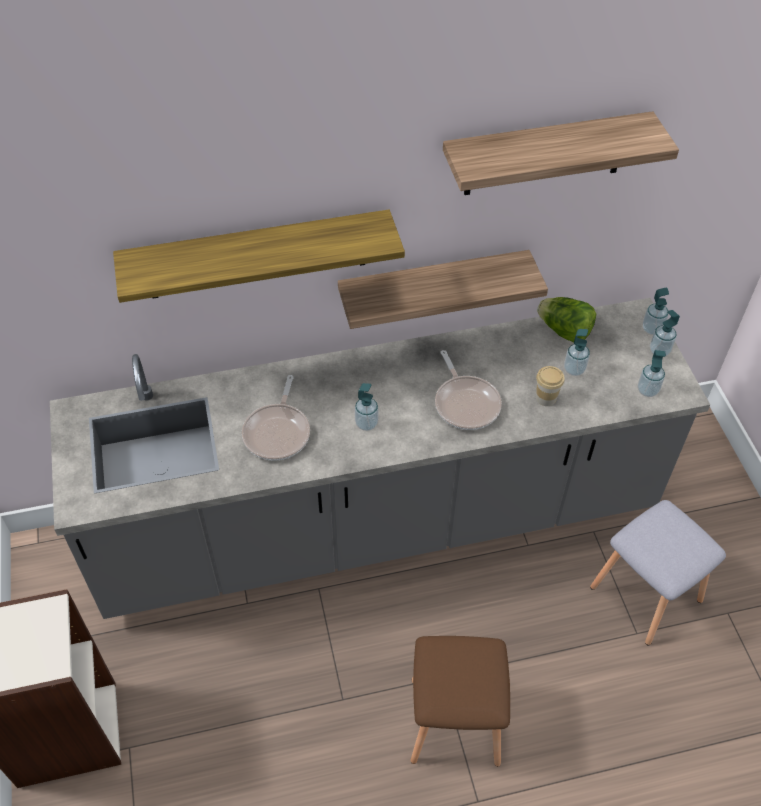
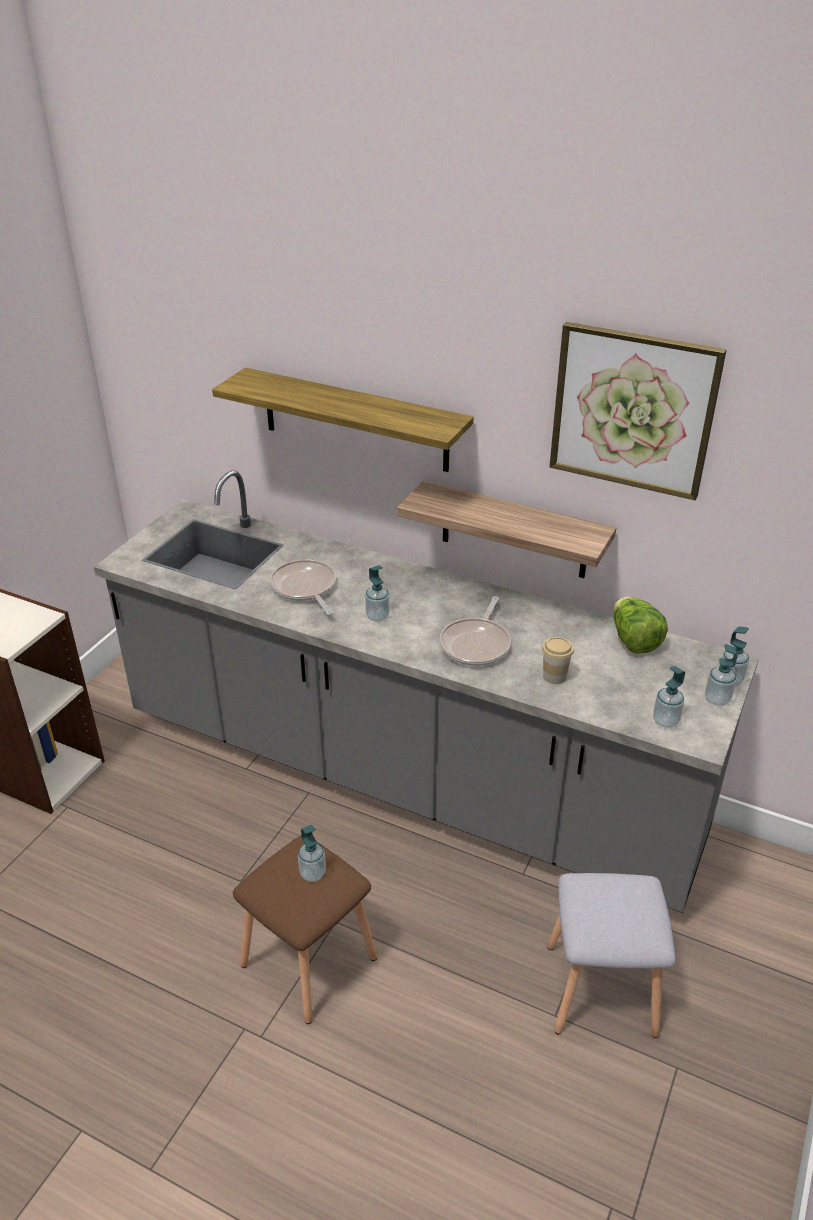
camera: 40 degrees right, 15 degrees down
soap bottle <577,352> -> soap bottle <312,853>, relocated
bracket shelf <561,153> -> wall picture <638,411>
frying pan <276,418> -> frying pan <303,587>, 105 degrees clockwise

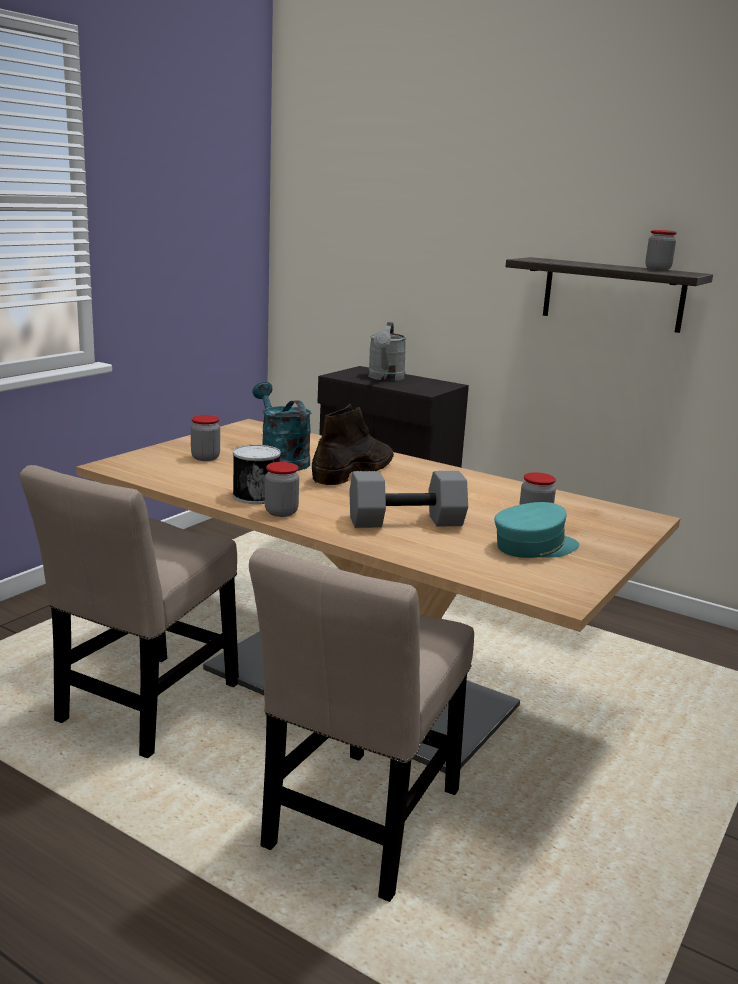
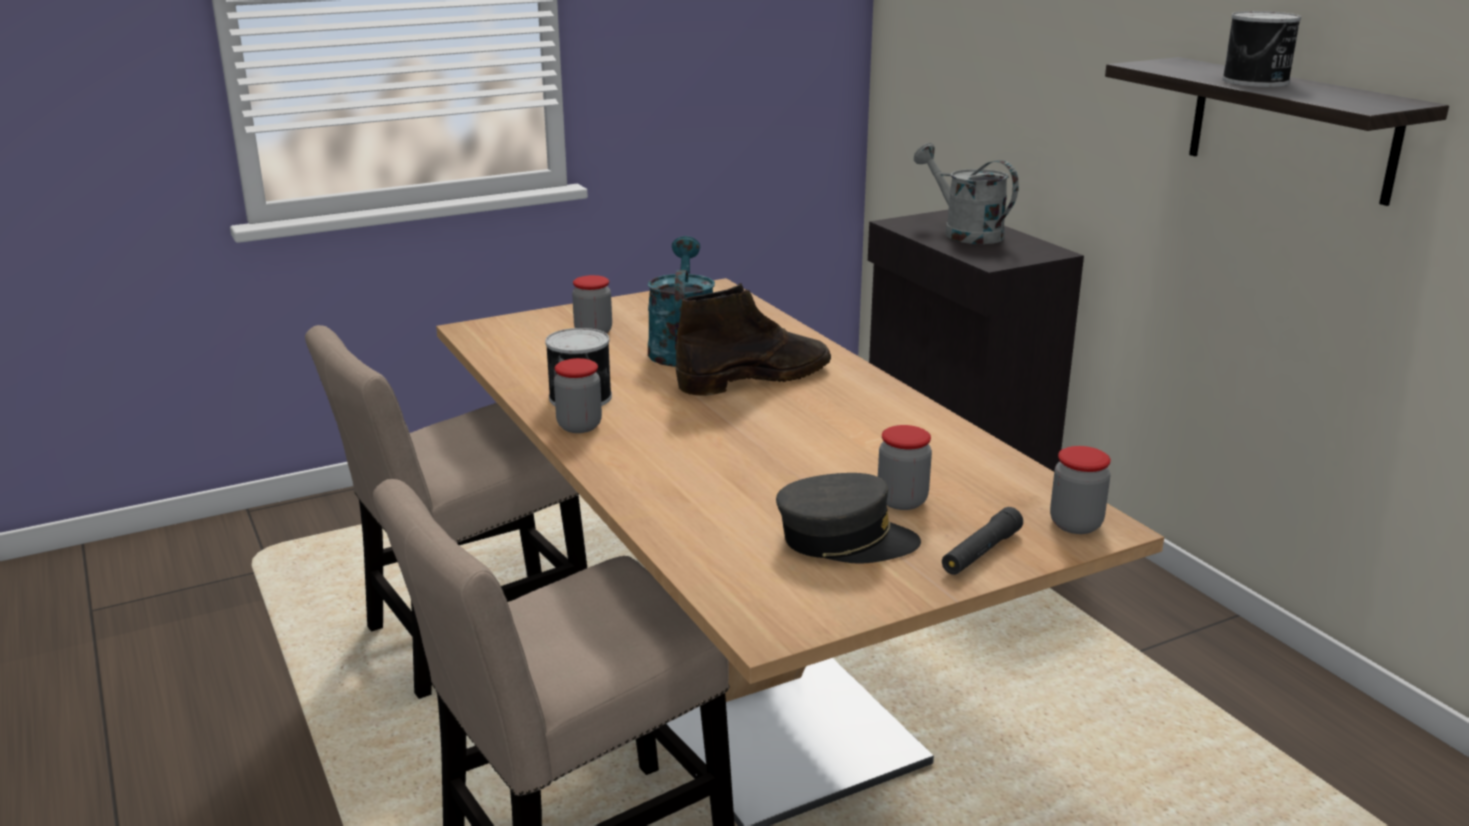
camera: 30 degrees right, 5 degrees up
free weight (gray) <408,499> -> none
none -> torch (black-coloured) <982,541>
none -> can <1261,49>
storage jar <660,250> -> storage jar <1080,490>, relocated
cap (blue-green) <536,530> -> cap (gray) <848,518>
watering can (gray) <387,351> -> watering can (gray) <966,193>, 105 degrees clockwise

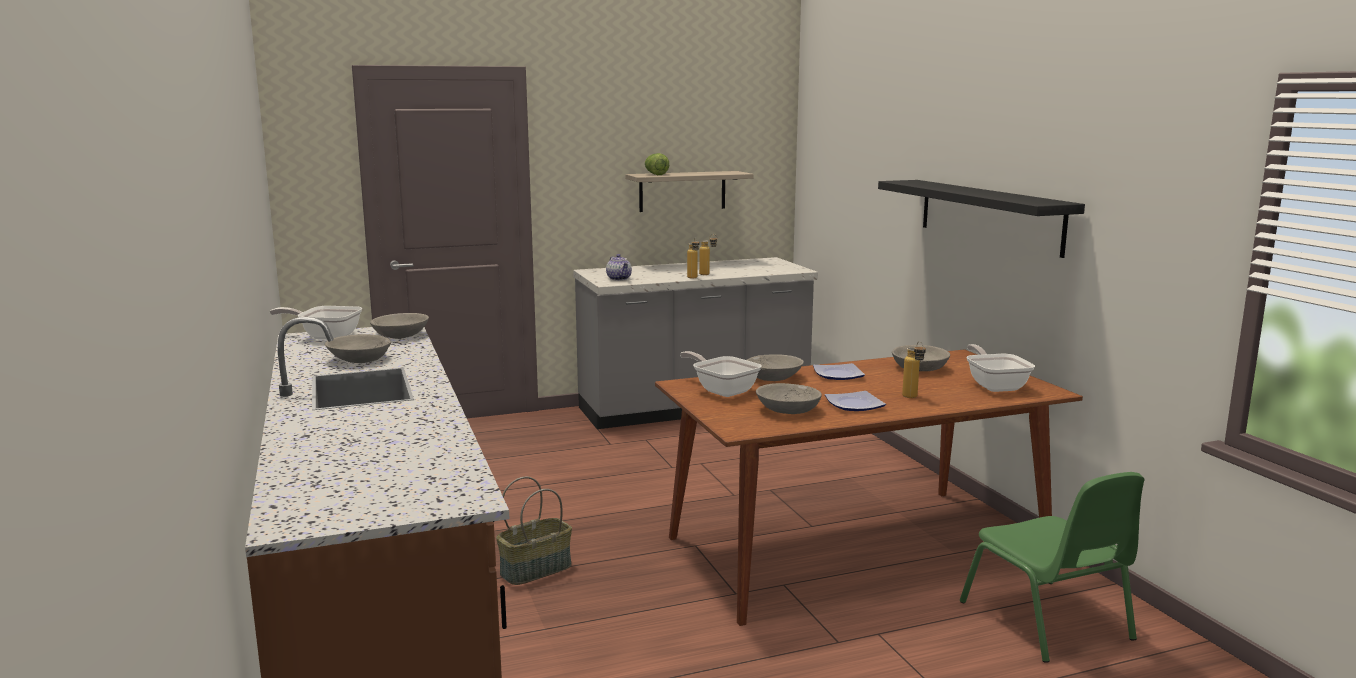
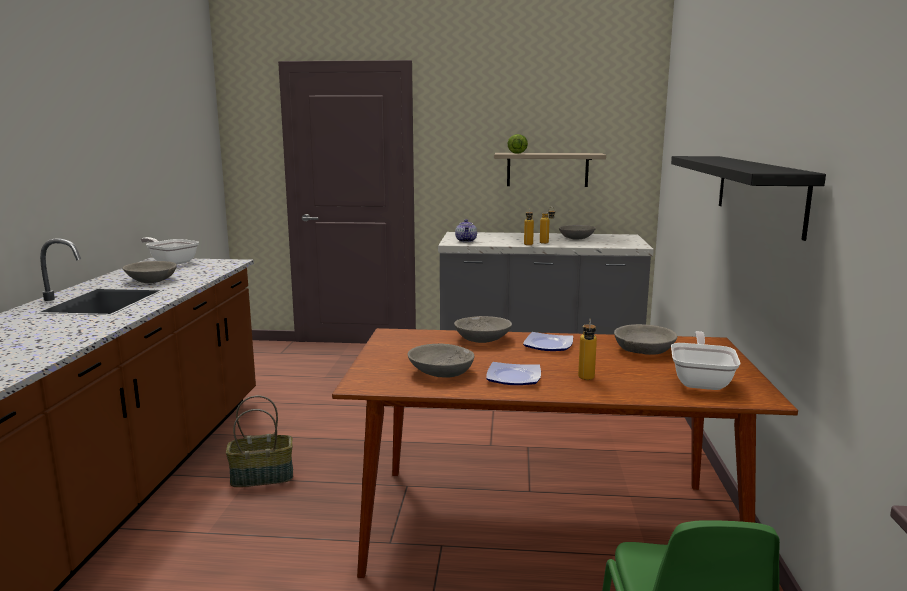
camera: 25 degrees right, 0 degrees up
frying pan <721,374> -> none
bowl (gray) <399,326> -> bowl (gray) <577,232>, relocated

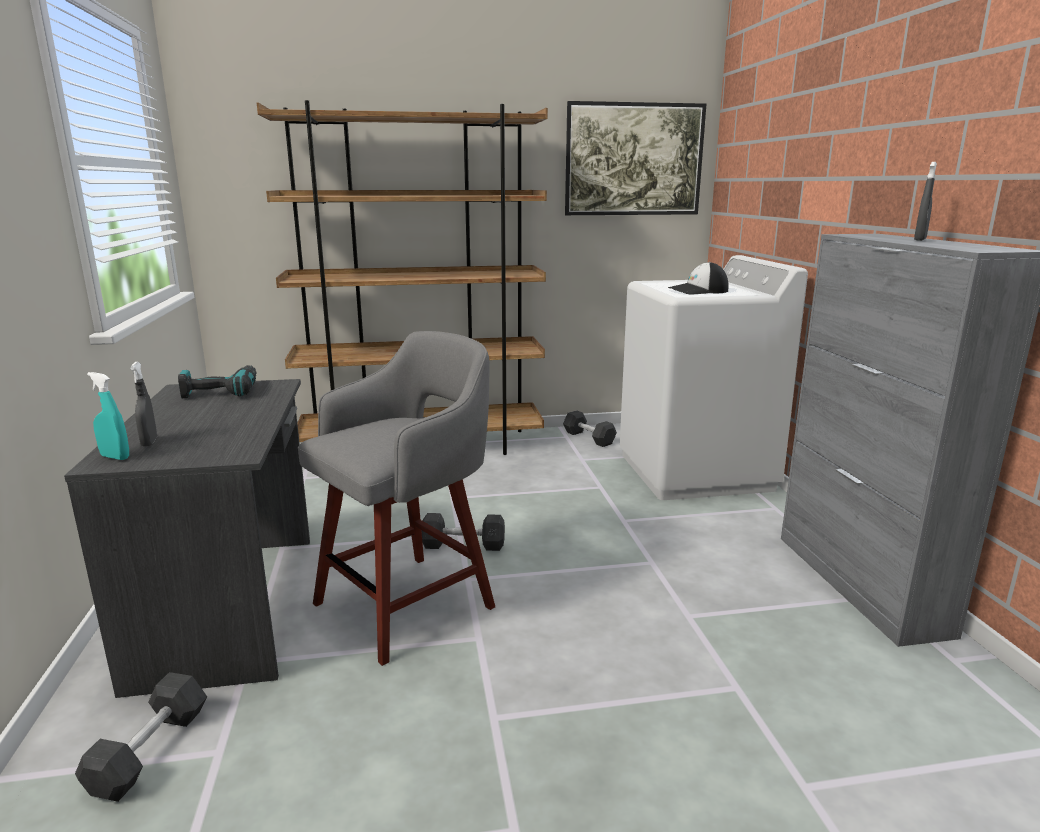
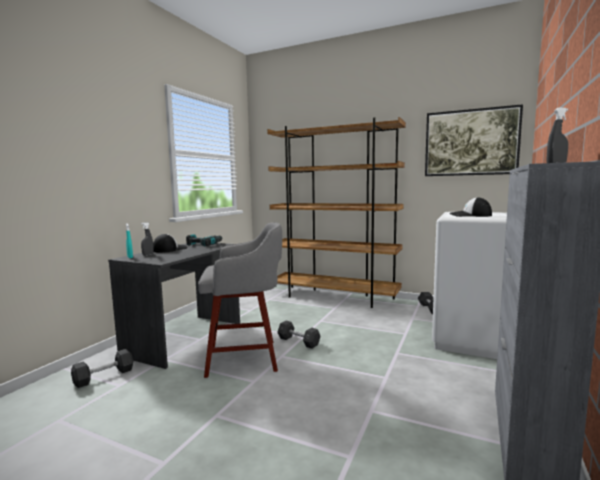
camera: 35 degrees right, 10 degrees down
none -> cap <170,243>

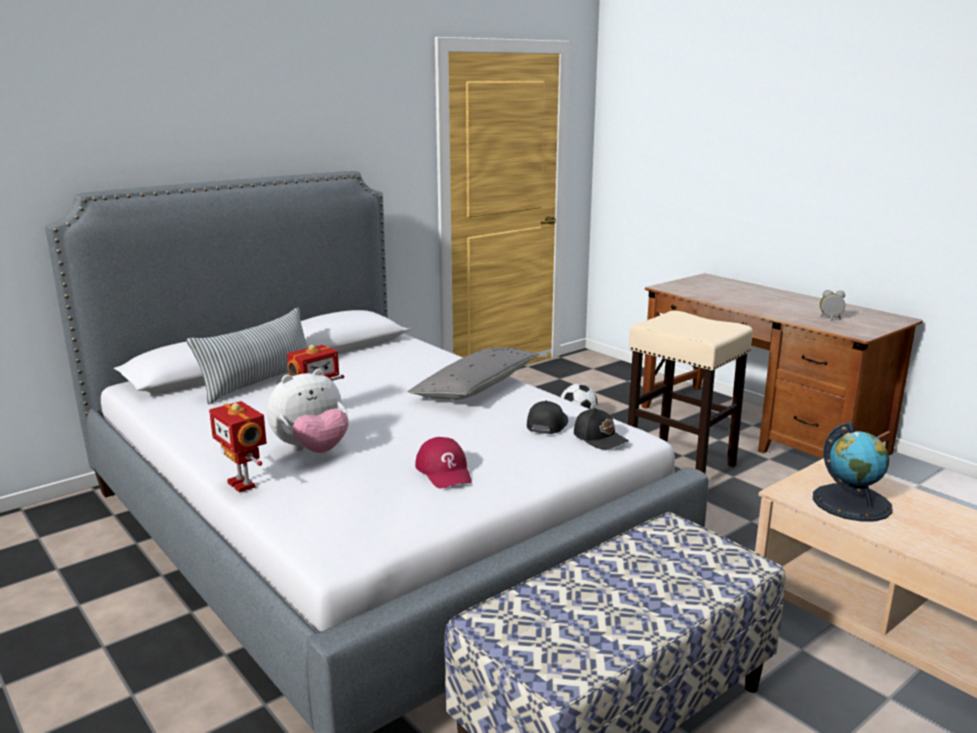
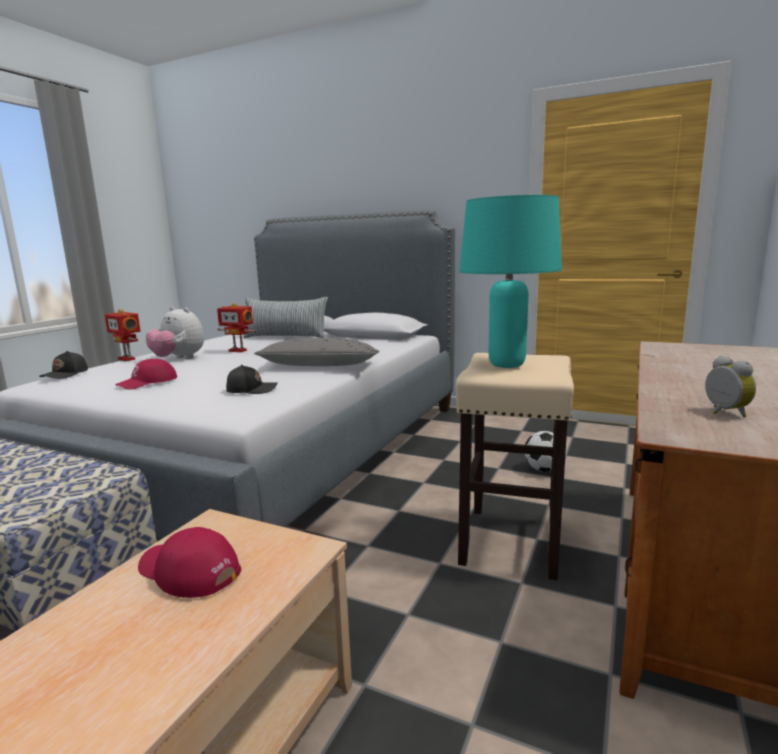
camera: 65 degrees right, 5 degrees down
none -> lamp for a table (blue-green) <510,281>
cap (black-coloured) <601,428> -> cap (black-coloured) <63,365>, relocated
desk globe <853,471> -> cap (reddish) <189,562>
toy robot <238,447> -> toy robot <122,335>, 75 degrees counterclockwise

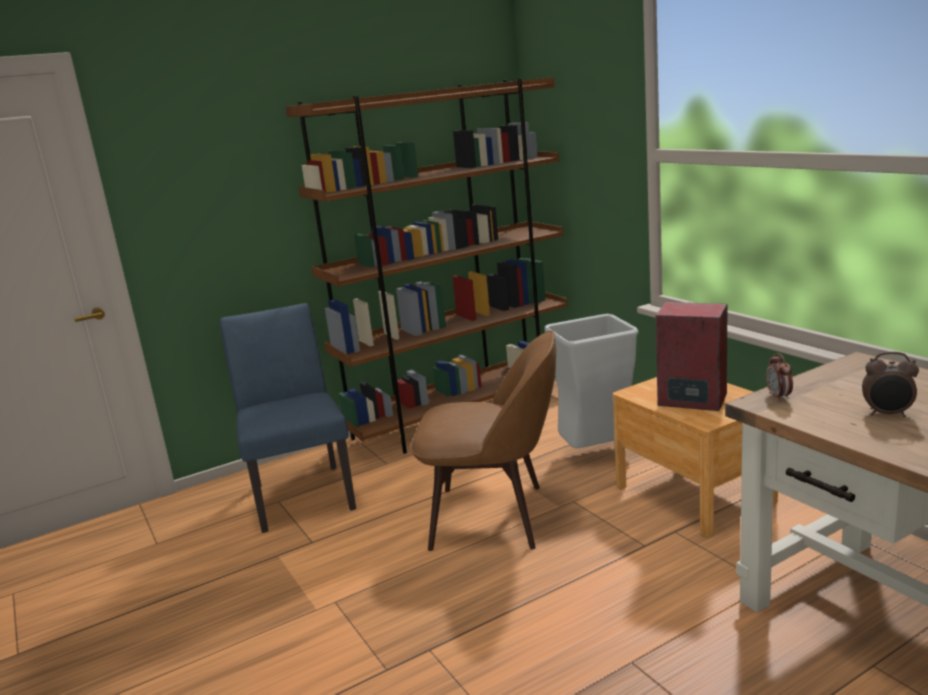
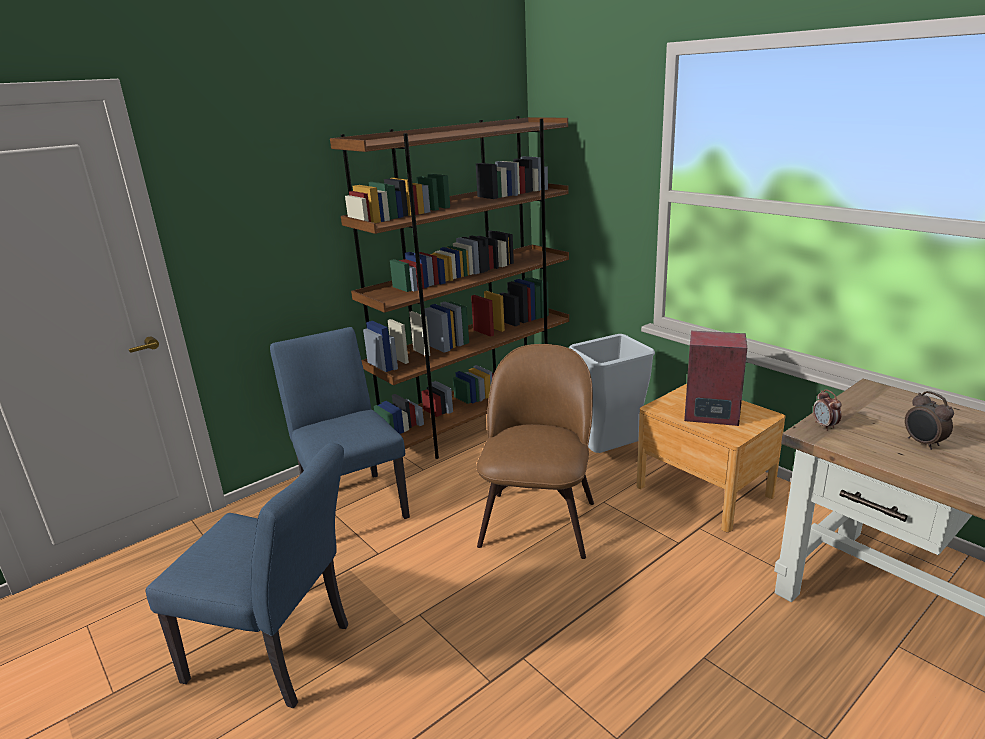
camera: 10 degrees left, 5 degrees up
none -> upright chair (blue) <246,575>
upright chair (brownish) <483,441> -> upright chair (brownish) <535,451>, 75 degrees counterclockwise
alarm clock <890,384> -> alarm clock <929,420>, 60 degrees clockwise

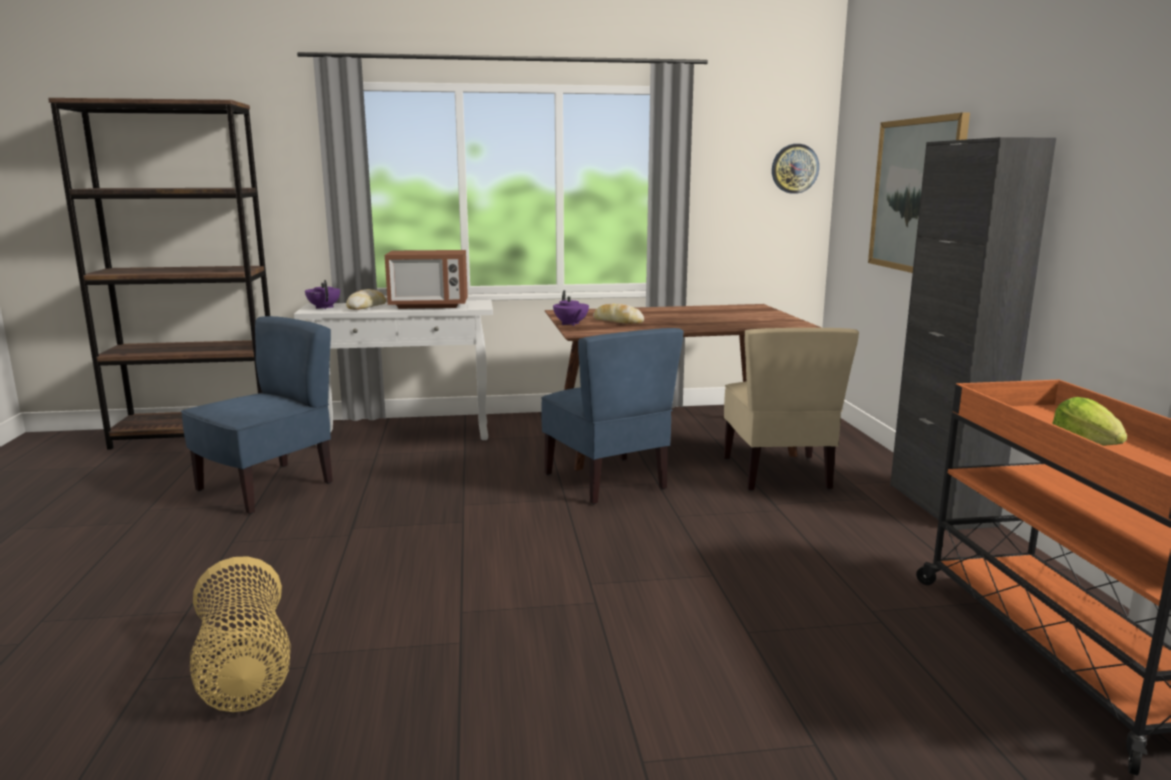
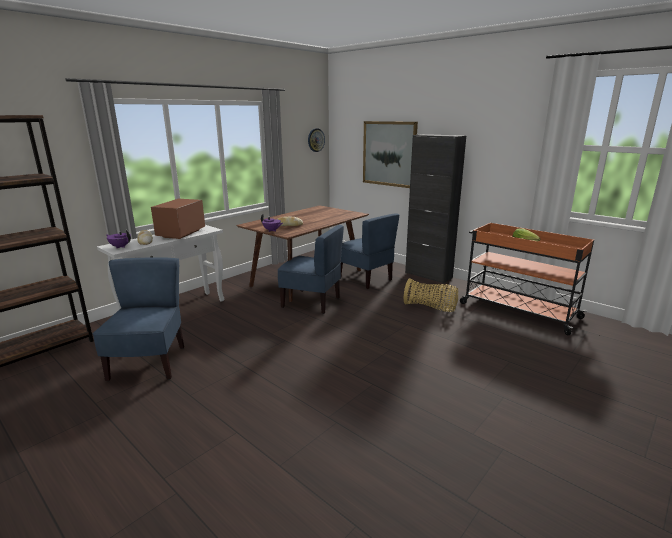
camera: 40 degrees left, 5 degrees up
basket <240,634> -> basket <431,295>, relocated
upright chair (sand-coloured) <791,409> -> upright chair (blue) <370,251>
microwave <426,279> -> microwave <178,219>, 150 degrees clockwise

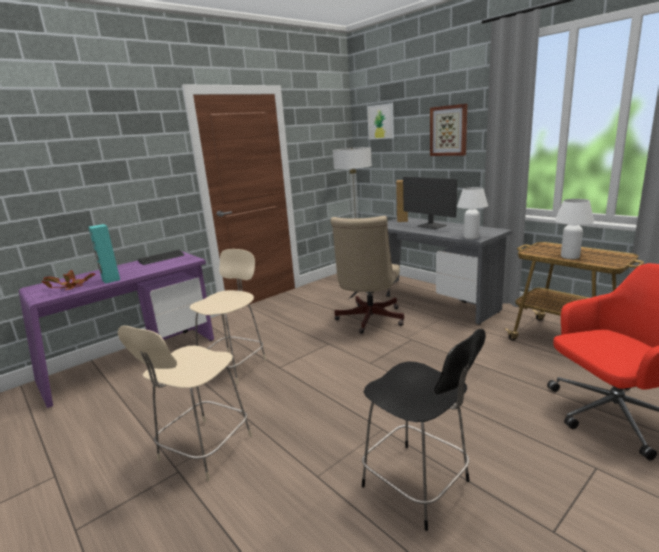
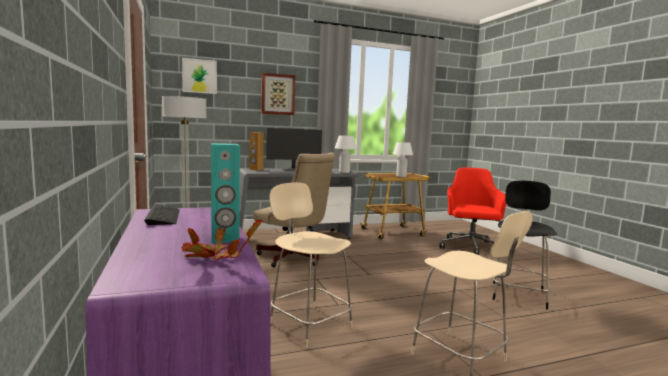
camera: 70 degrees left, 10 degrees down
upright chair (black-coloured) <424,430> -> upright chair (black-coloured) <525,245>, 45 degrees counterclockwise

